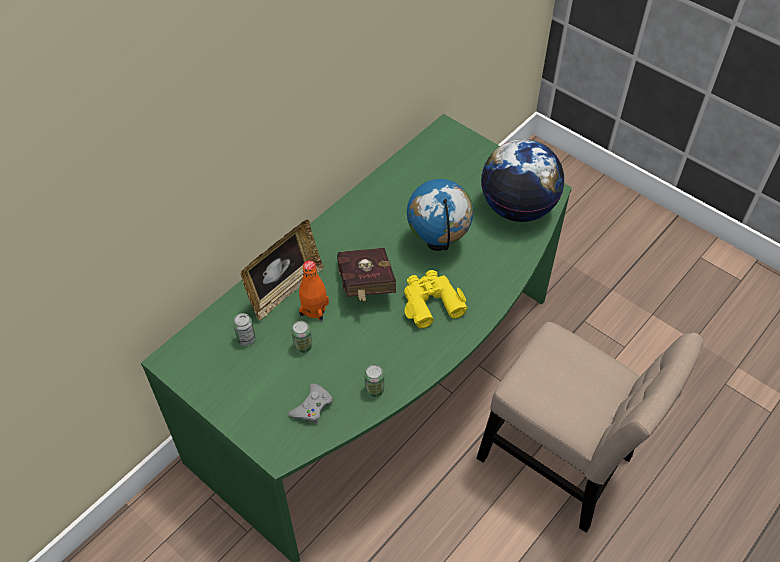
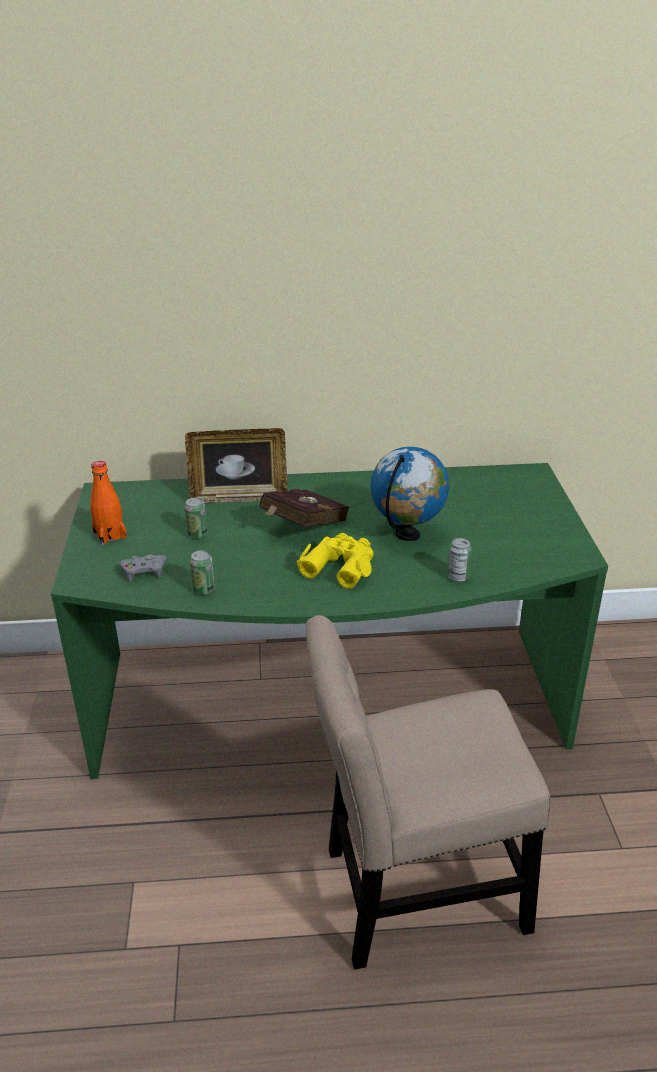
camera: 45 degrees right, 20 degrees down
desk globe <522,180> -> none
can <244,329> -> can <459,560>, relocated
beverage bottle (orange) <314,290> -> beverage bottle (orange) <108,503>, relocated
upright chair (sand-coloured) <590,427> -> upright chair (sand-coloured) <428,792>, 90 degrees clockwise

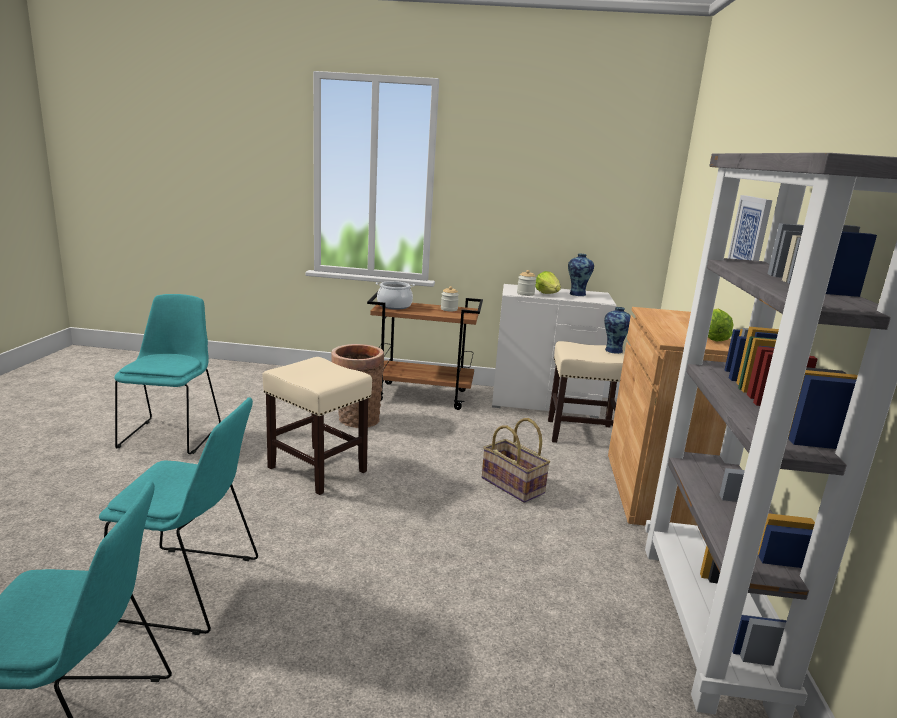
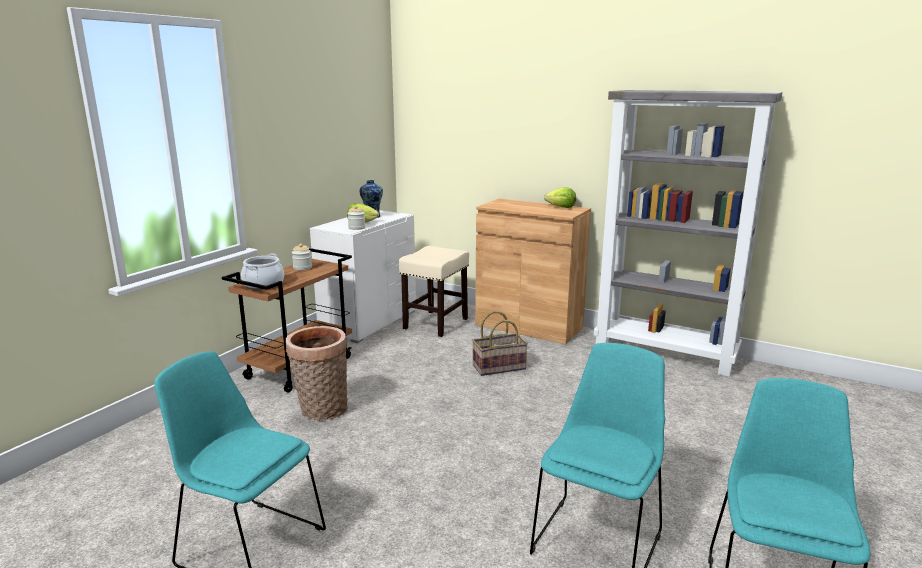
camera: 65 degrees left, 0 degrees up
stool (sand-coloured) <317,426> -> none
flower vase <617,330> -> none
wall picture <750,228> -> none

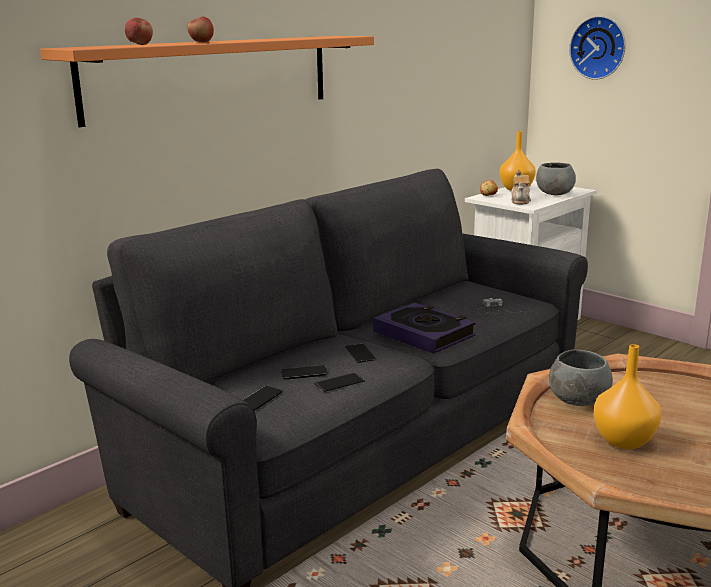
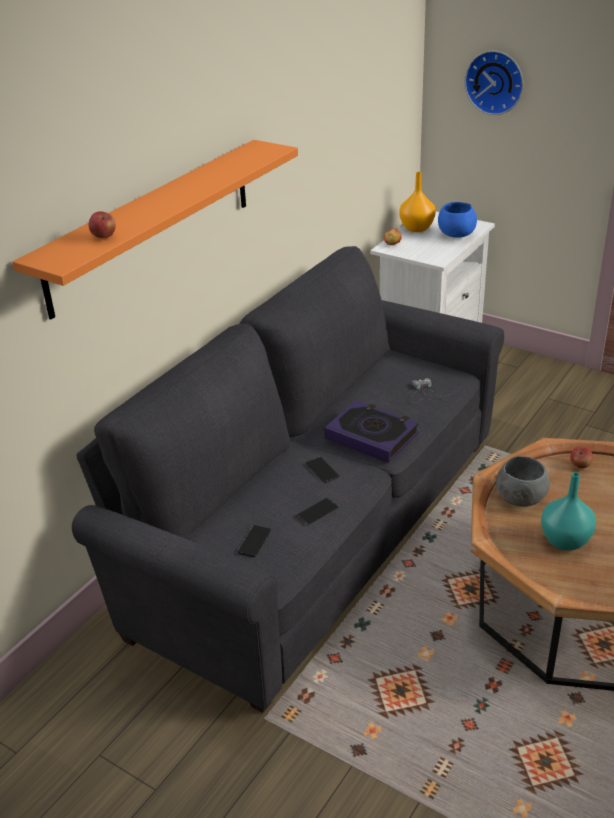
camera: 10 degrees left, 15 degrees up
handset <304,372> -> none
teapot <521,187> -> none
apple fruit <200,29> -> apple fruit <581,457>, relocated
bowl (gray) <556,178> -> bowl (blue) <457,220>
flower vase (orange) <627,396> -> flower vase (blue-green) <568,511>

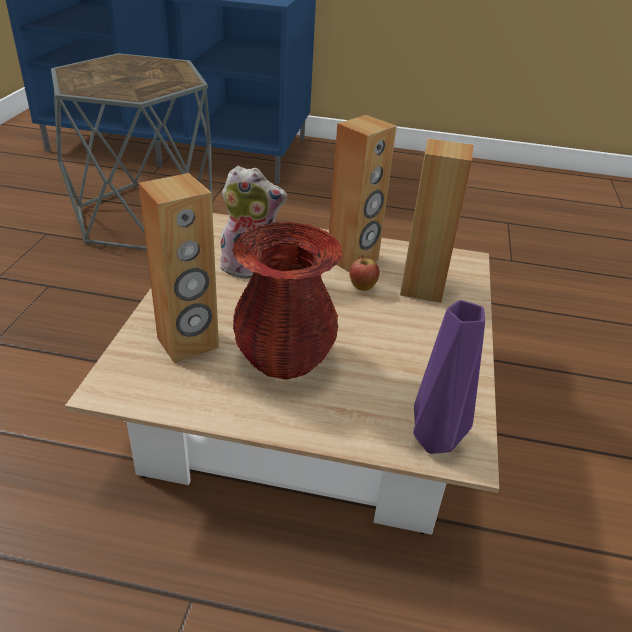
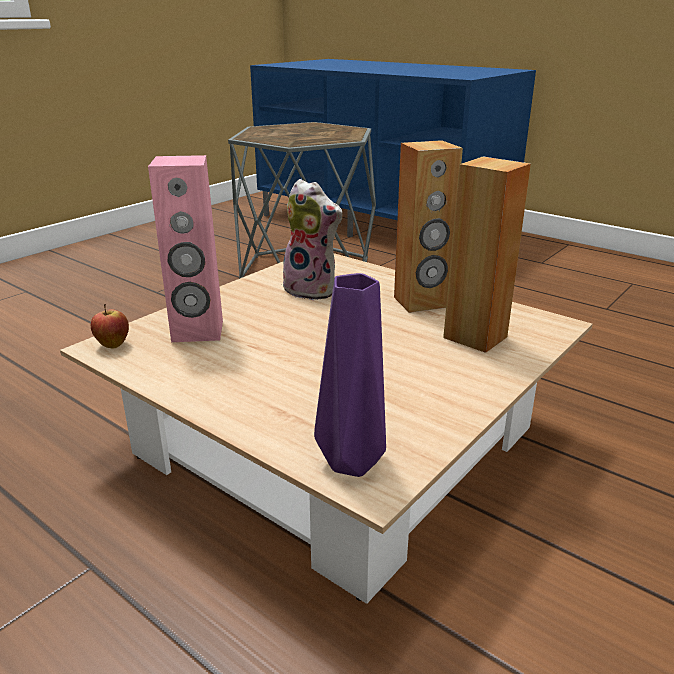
camera: 30 degrees right, 10 degrees down
flower vase (reddish) <287,301> -> none
apple fruit <364,273> -> apple fruit <110,326>, relocated
audio speaker (brownish) <178,268> -> audio speaker (pink-coloured) <185,248>

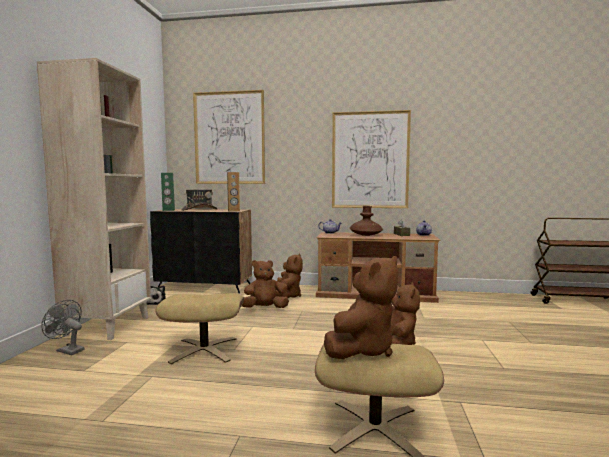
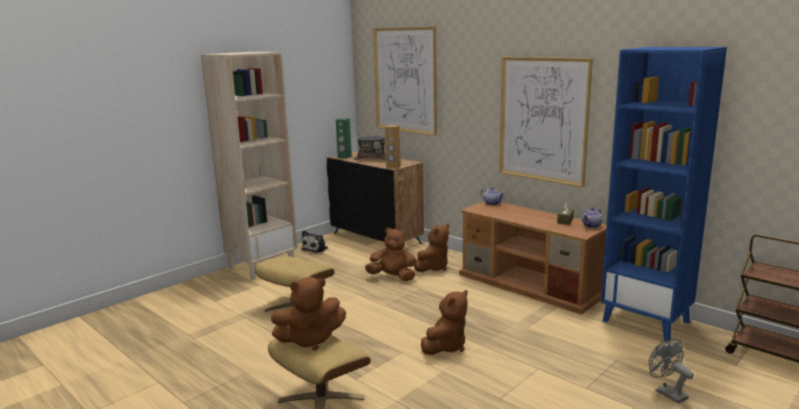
camera: 35 degrees right, 10 degrees up
flower vase (brownish) <366,221> -> none
none -> bookshelf (blue) <664,194>
cooling fan (gray) <62,327> -> cooling fan (gray) <671,371>, relocated

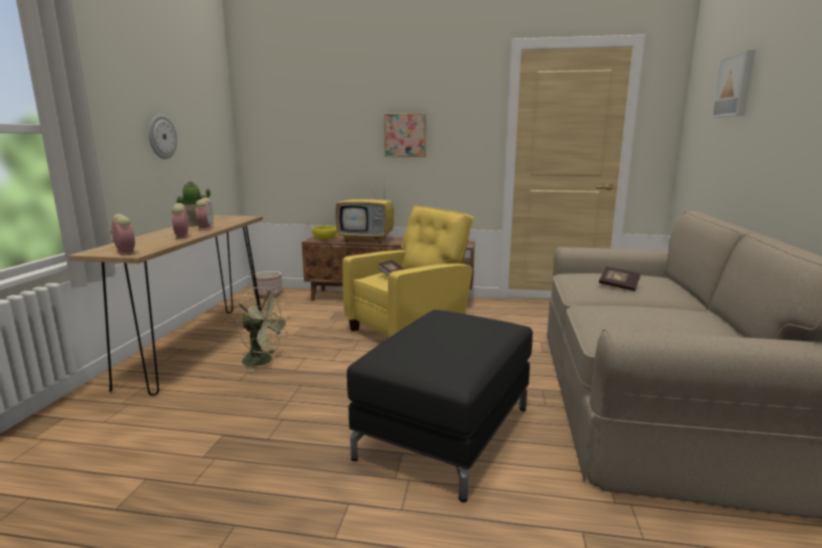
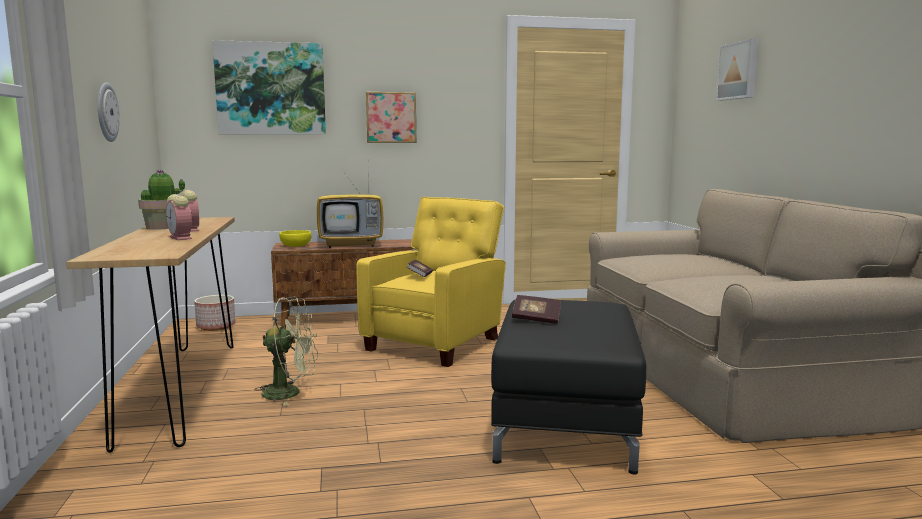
camera: 20 degrees left, 5 degrees down
alarm clock <122,235> -> none
none -> wall picture <269,87>
bound book <620,279> -> bound book <536,309>, relocated

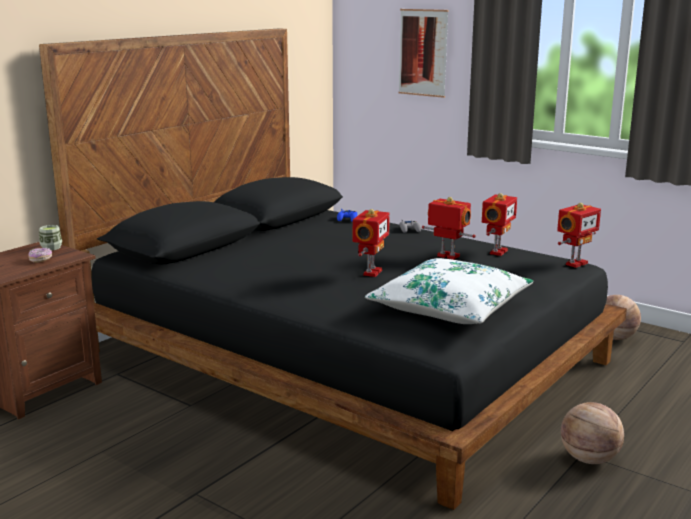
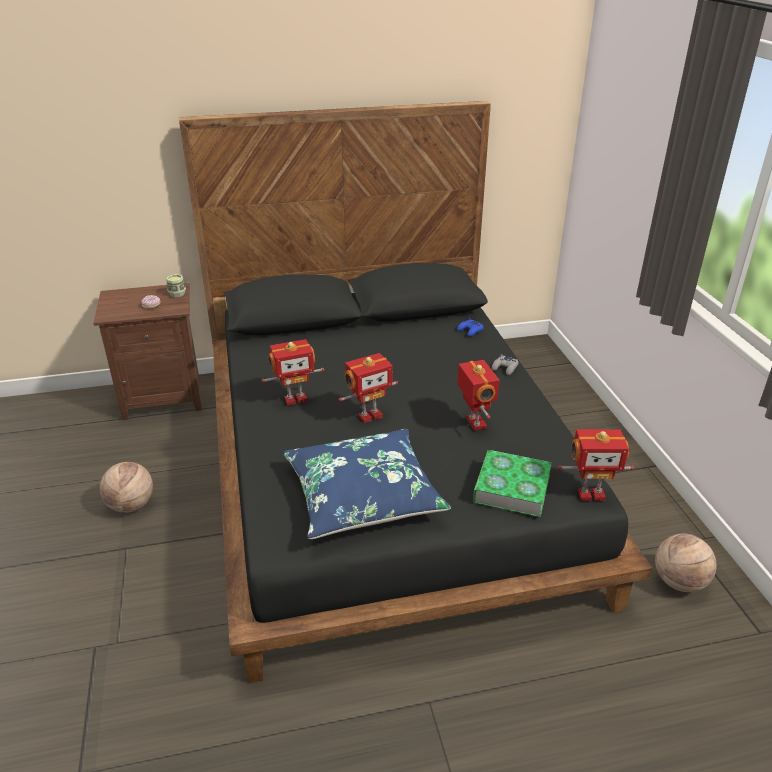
camera: 40 degrees right, 15 degrees up
wall picture <424,53> -> none
none -> bound book <512,483>
toy robot <499,224> -> toy robot <293,372>, relocated
basketball ball <592,433> -> basketball ball <126,487>, relocated
pillow (white-coloured) <449,291> -> pillow (blue) <367,484>

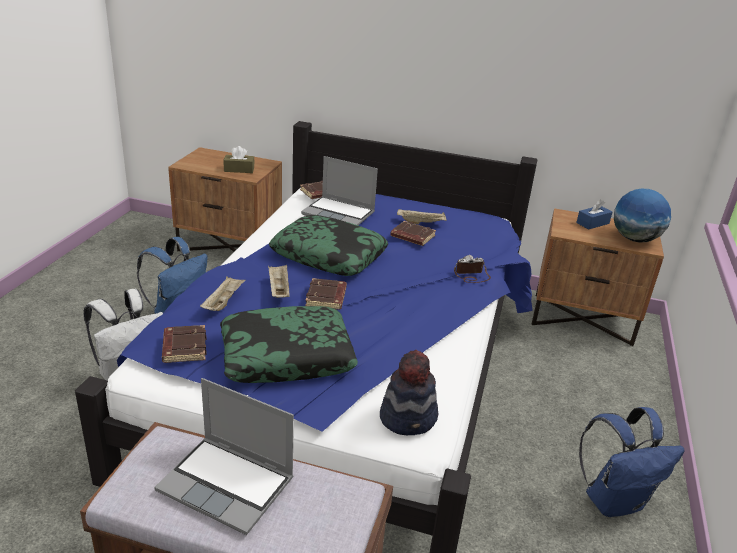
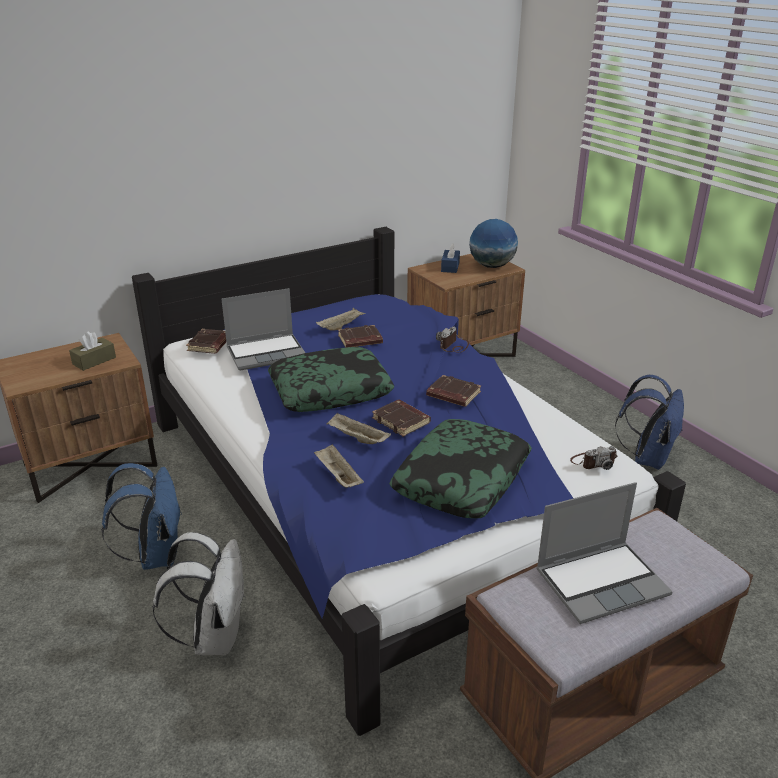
camera: 45 degrees left, 0 degrees up
bound book (brownish) <184,344> -> bound book (brownish) <453,391>, relocated
hat <409,392> -> photo camera <593,458>

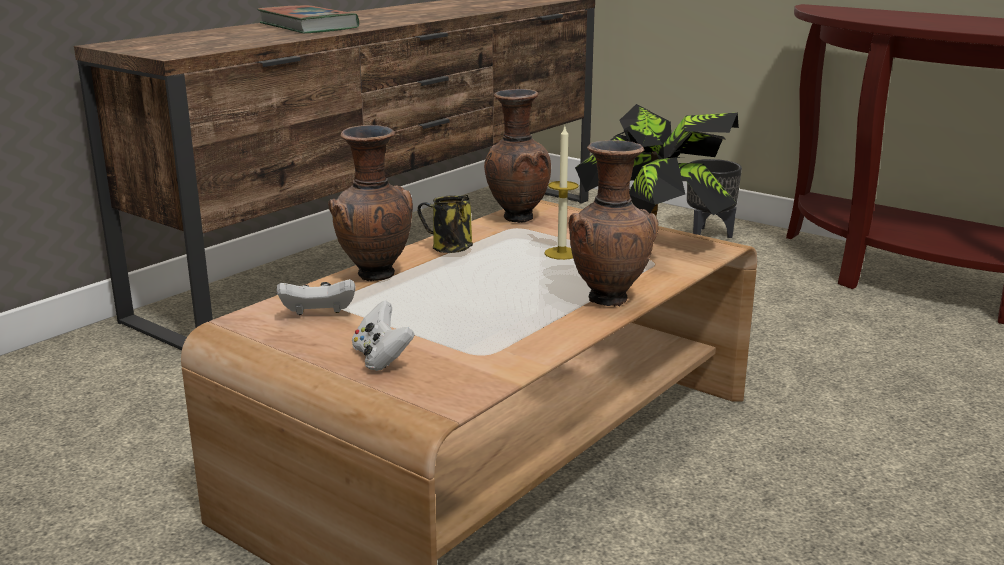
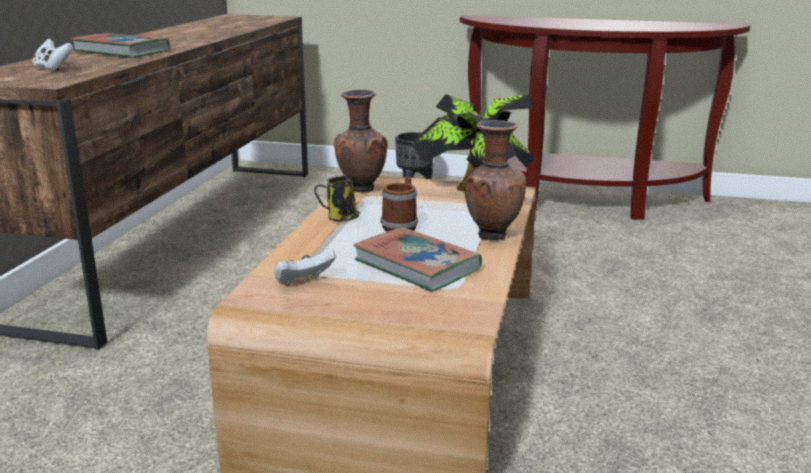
camera: 25 degrees left, 0 degrees up
flower vase (brownish) <370,203> -> none
wax light <561,193> -> none
none -> bound book <417,259>
none -> coffee mug <399,204>
game controller (white-coloured) <383,335> -> game controller (white-coloured) <53,55>, relocated

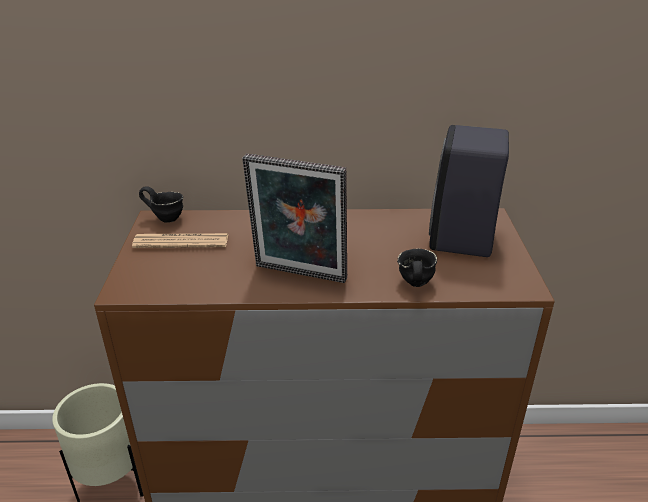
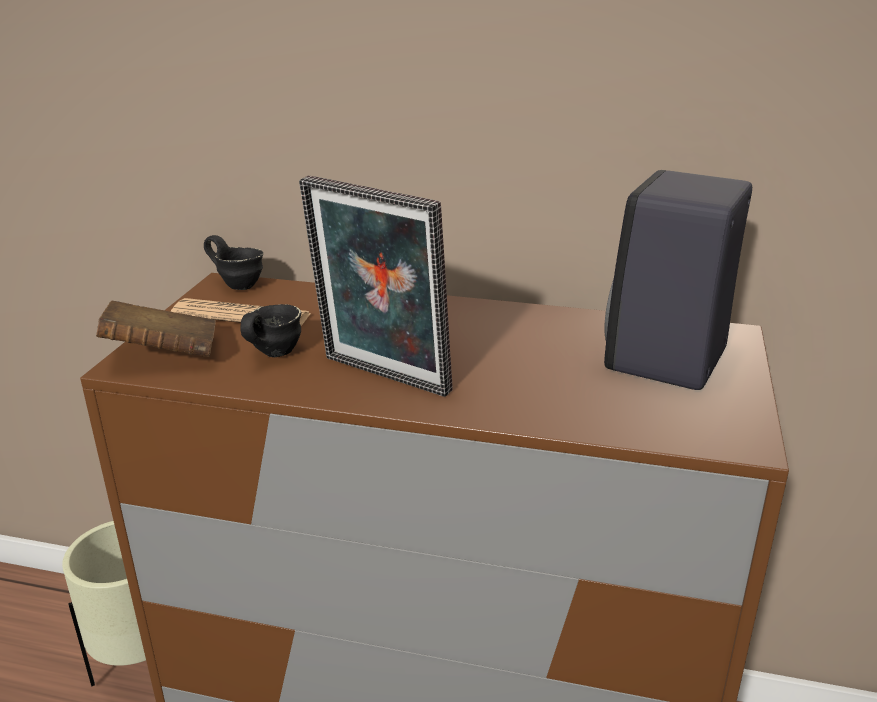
camera: 15 degrees right, 5 degrees down
none -> bound book (brownish) <156,329>
coffee mug (black-coloured) <417,267> -> coffee mug (black-coloured) <270,330>, relocated

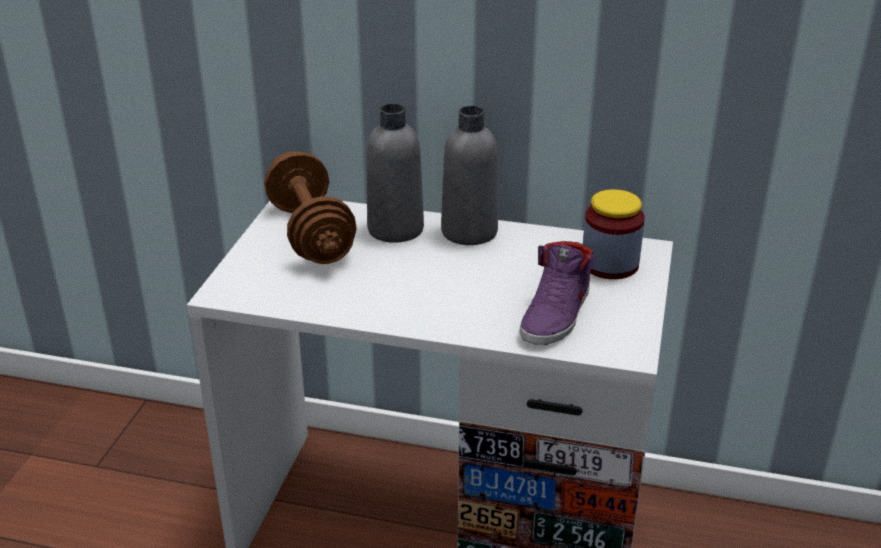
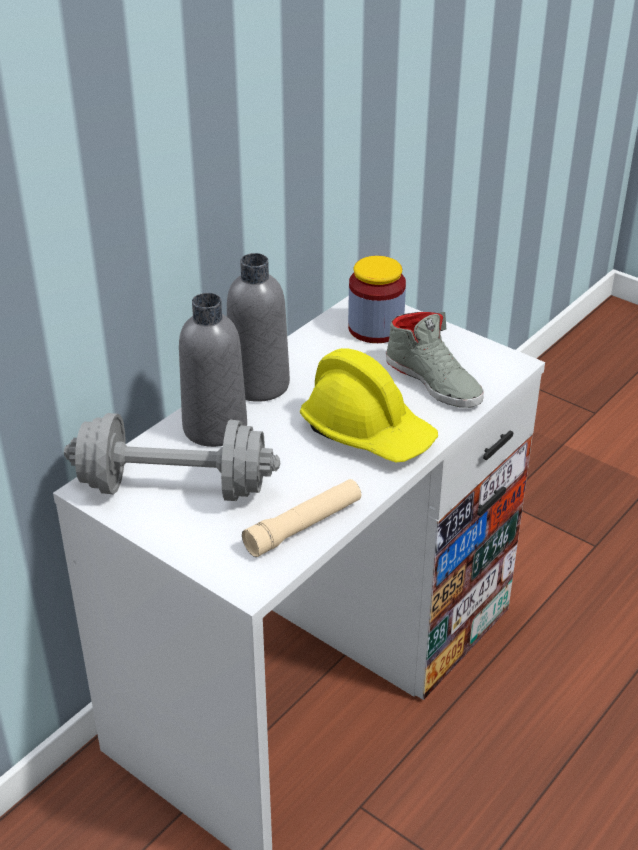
camera: 65 degrees left, 5 degrees up
none -> torch (sand-coloured) <301,518>
none -> hard hat (yellowish) <369,405>
free weight (brownish) <310,207> -> free weight (gray) <172,457>
item of footwear (purple) <557,293> -> item of footwear (gray) <435,360>

